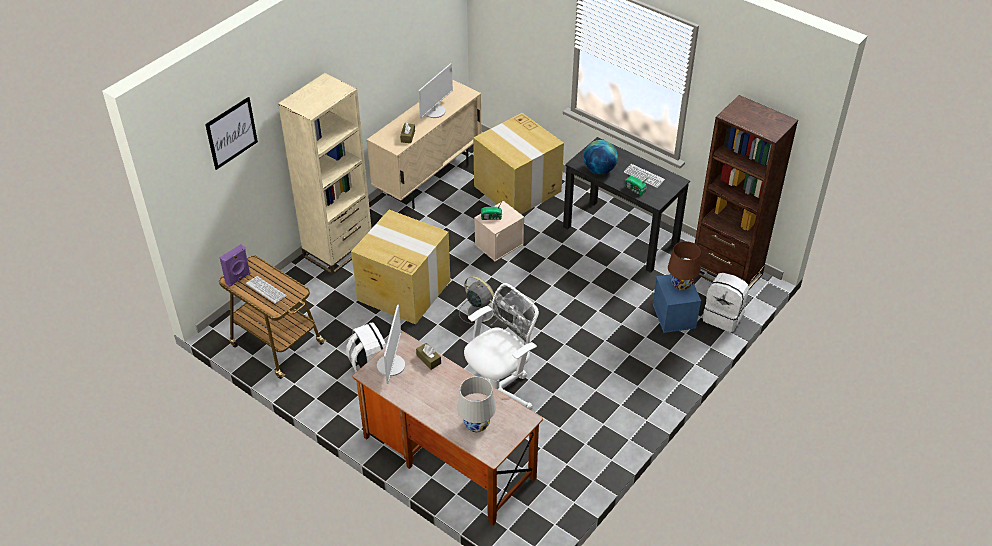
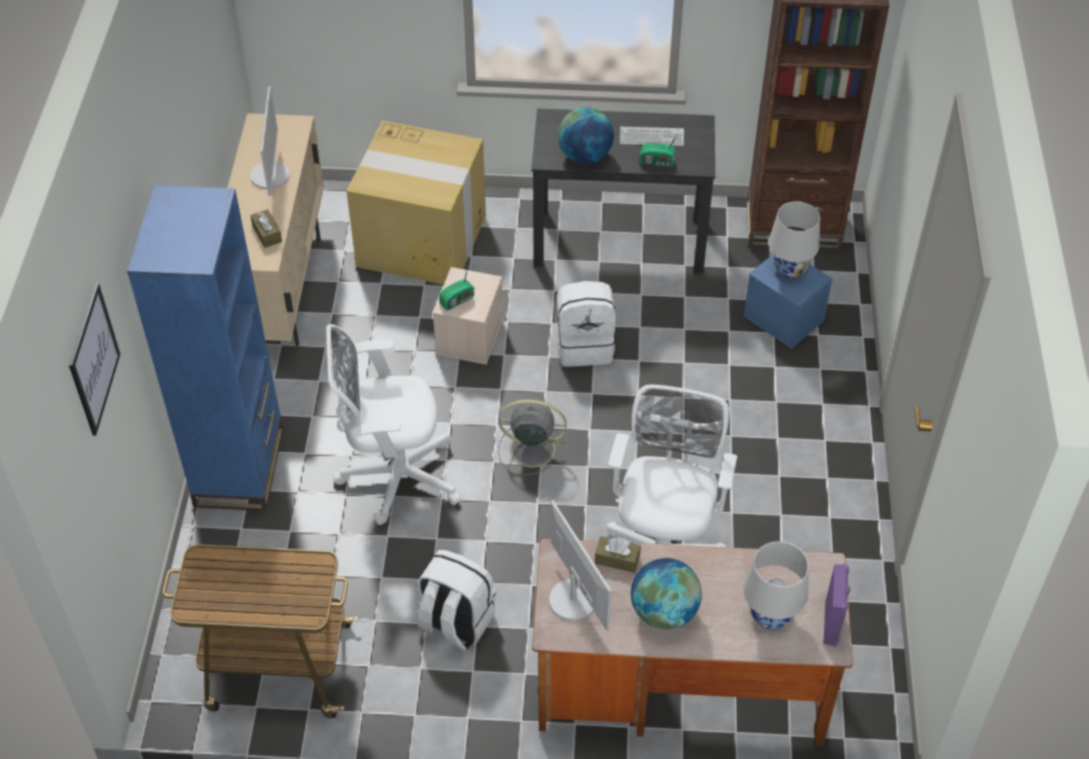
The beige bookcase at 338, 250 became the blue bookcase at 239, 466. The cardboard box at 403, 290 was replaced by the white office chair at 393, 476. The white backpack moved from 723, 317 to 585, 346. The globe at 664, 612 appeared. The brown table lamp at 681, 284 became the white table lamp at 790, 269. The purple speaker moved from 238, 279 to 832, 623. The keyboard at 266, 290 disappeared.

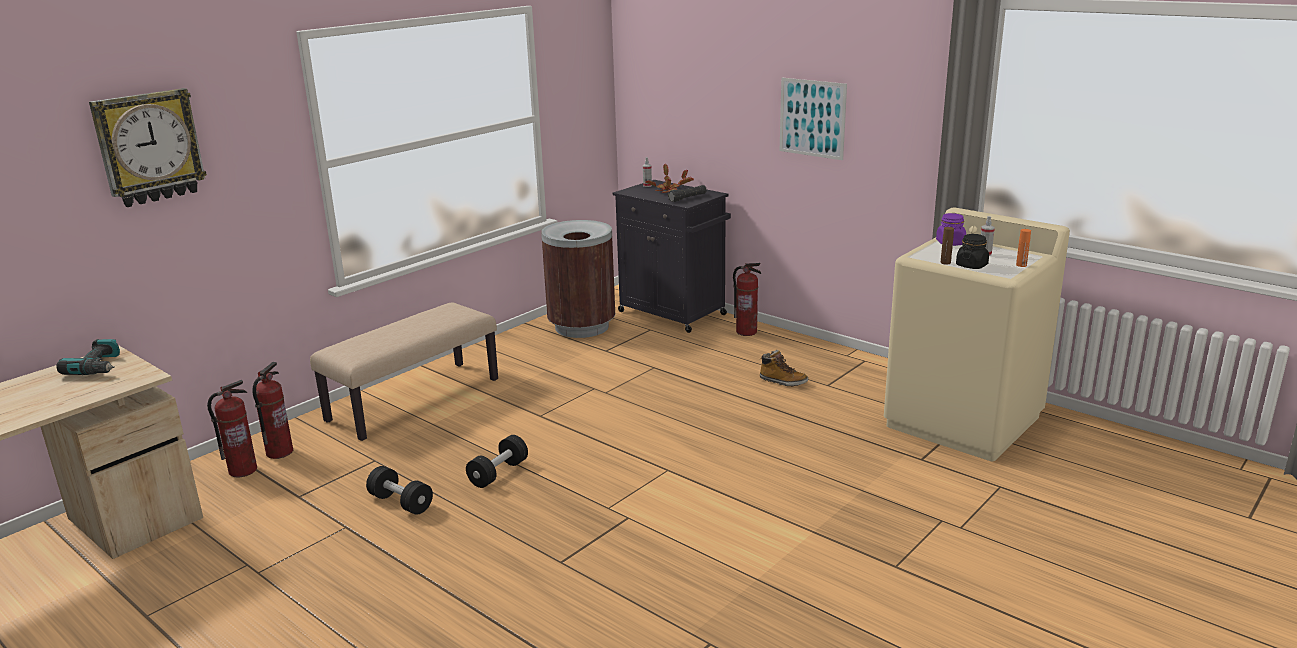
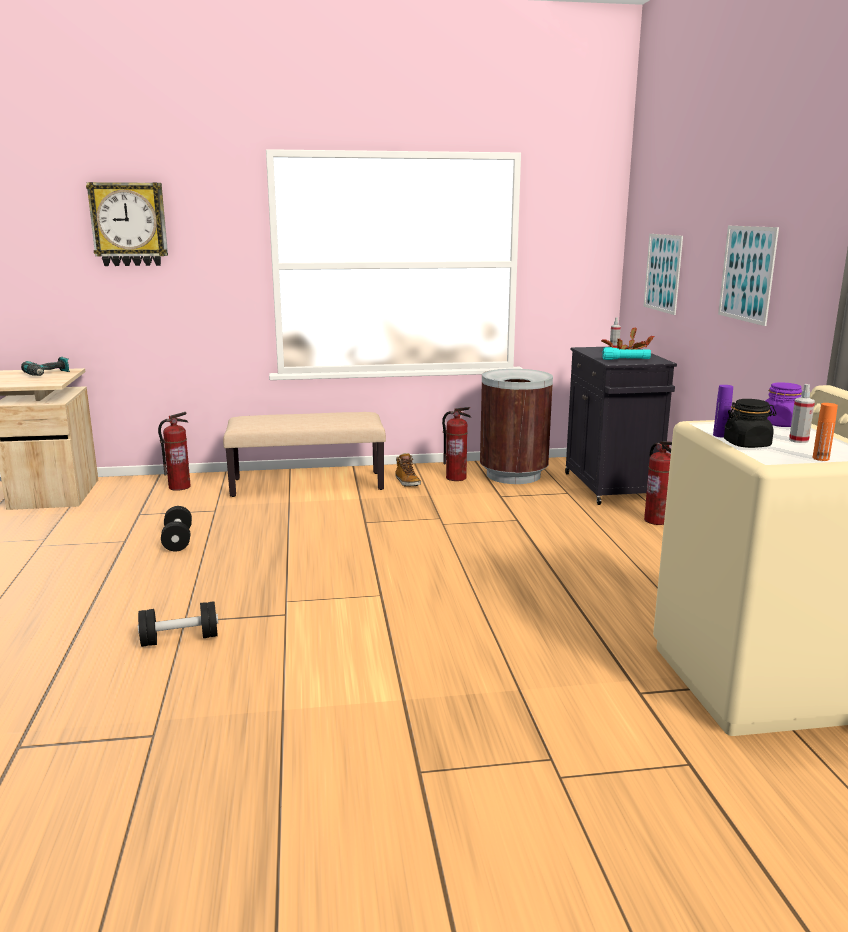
The black dumbbell moved from 498, 473 to 180, 639. The boot moved from 782, 381 to 407, 482. The fire extinguisher moved from 243, 470 to 456, 478. The black flashlight at 687, 198 became the turquoise flashlight at 626, 360. The picture at 662, 273 appeared. The brown bottle at 945, 262 became the purple bottle at 720, 435.

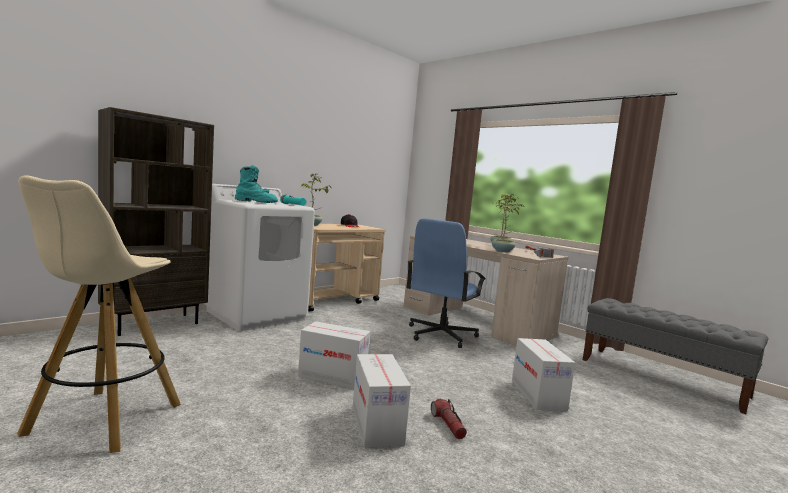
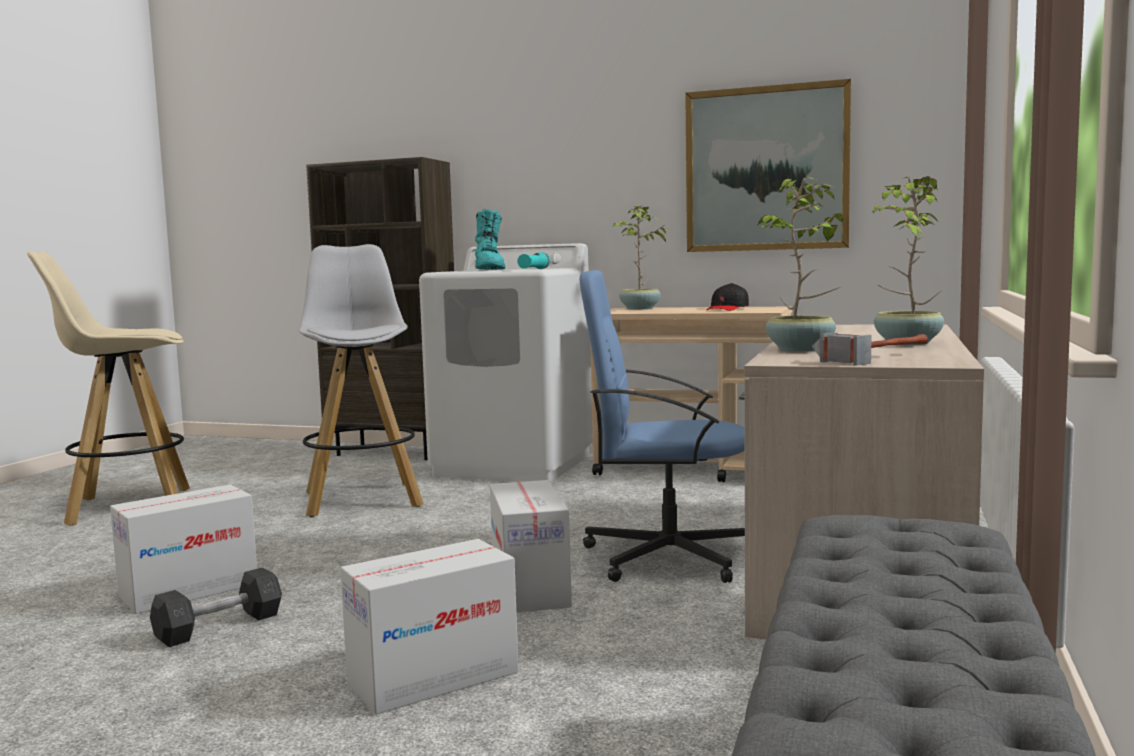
The flashlight at 448, 425 was replaced by the grey dumbbell at 219, 627. The white stool at 362, 499 appeared. The cardboard box moved from 332, 376 to 530, 588. The picture at 766, 169 appeared.

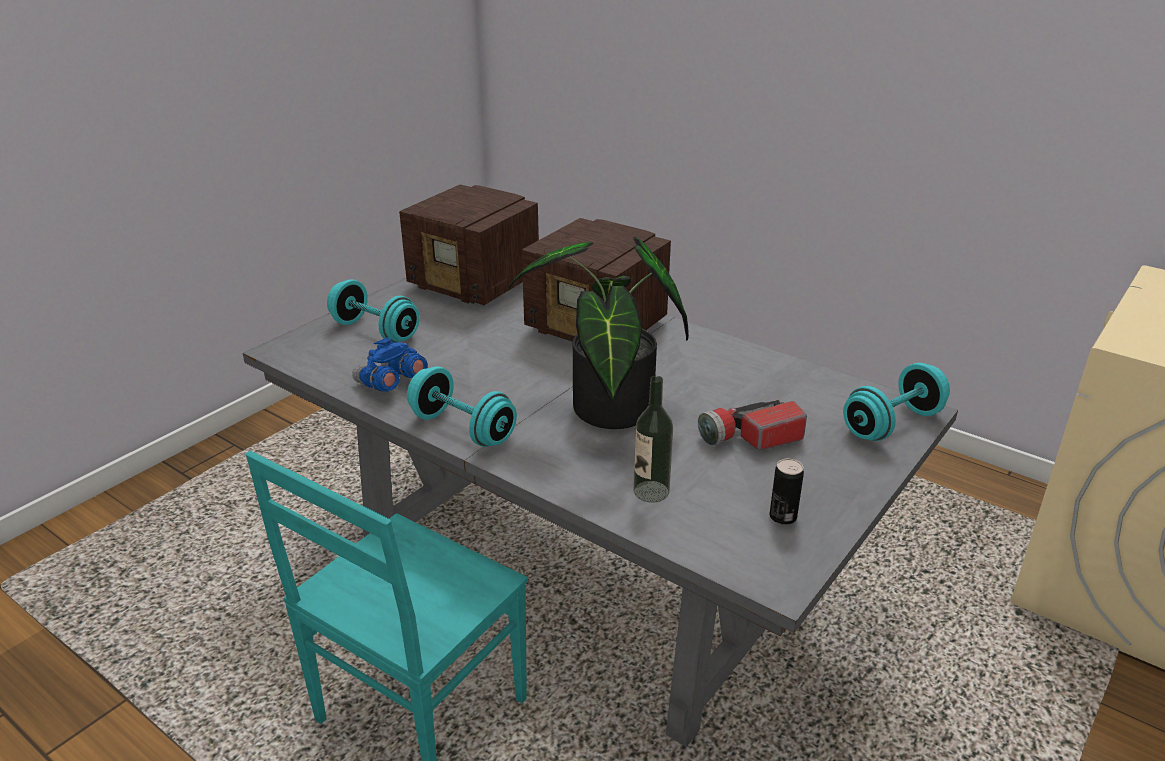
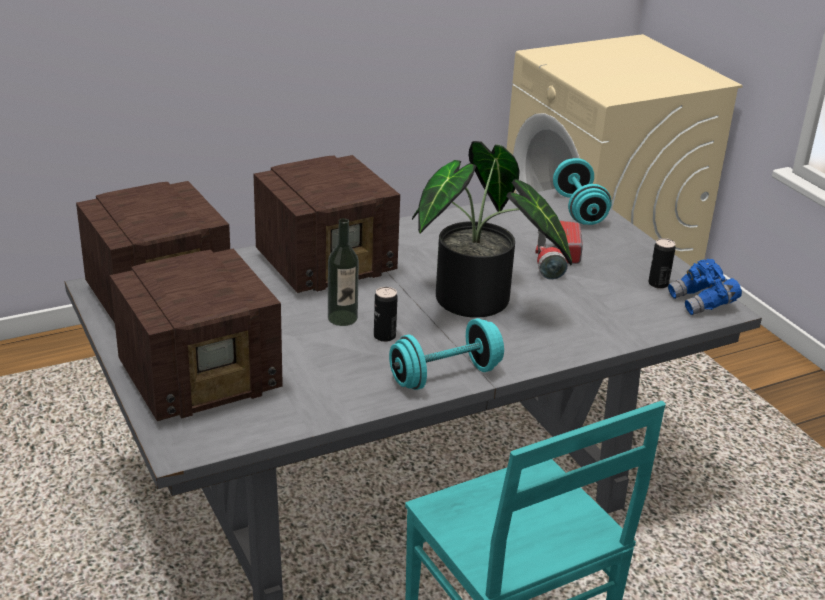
The turquoise dumbbell at 375, 331 was replaced by the radio at 203, 380. The bottle moved from 651, 491 to 342, 318. The can at 384, 336 appeared. The blue binoculars moved from 390, 384 to 702, 302.

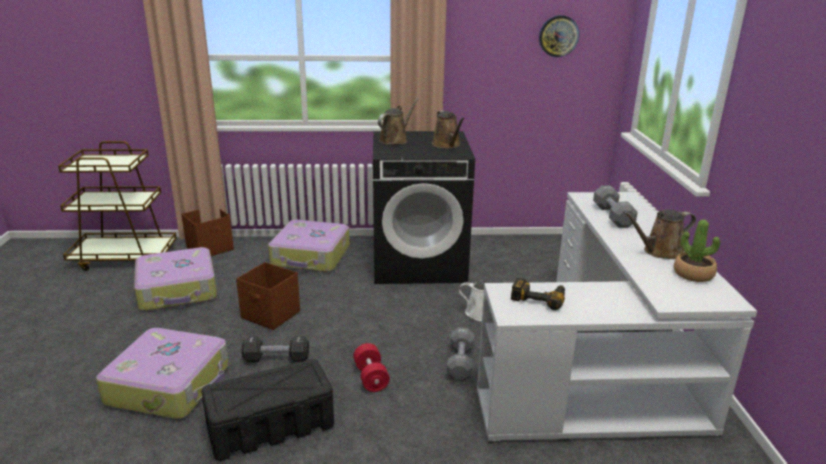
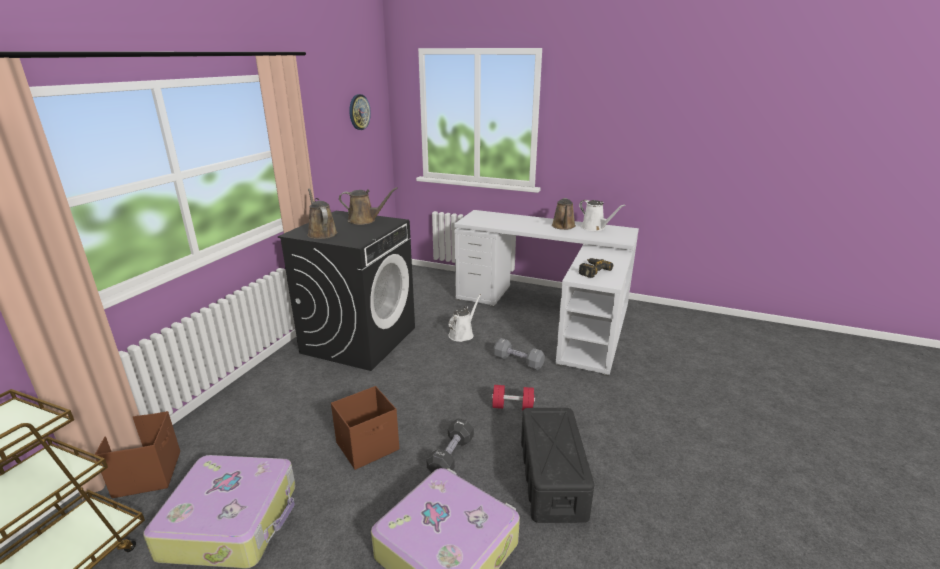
The potted plant at 693, 274 was replaced by the white watering can at 595, 228. The suitcase at 311, 256 disappeared. The grey dumbbell at 612, 216 disappeared.

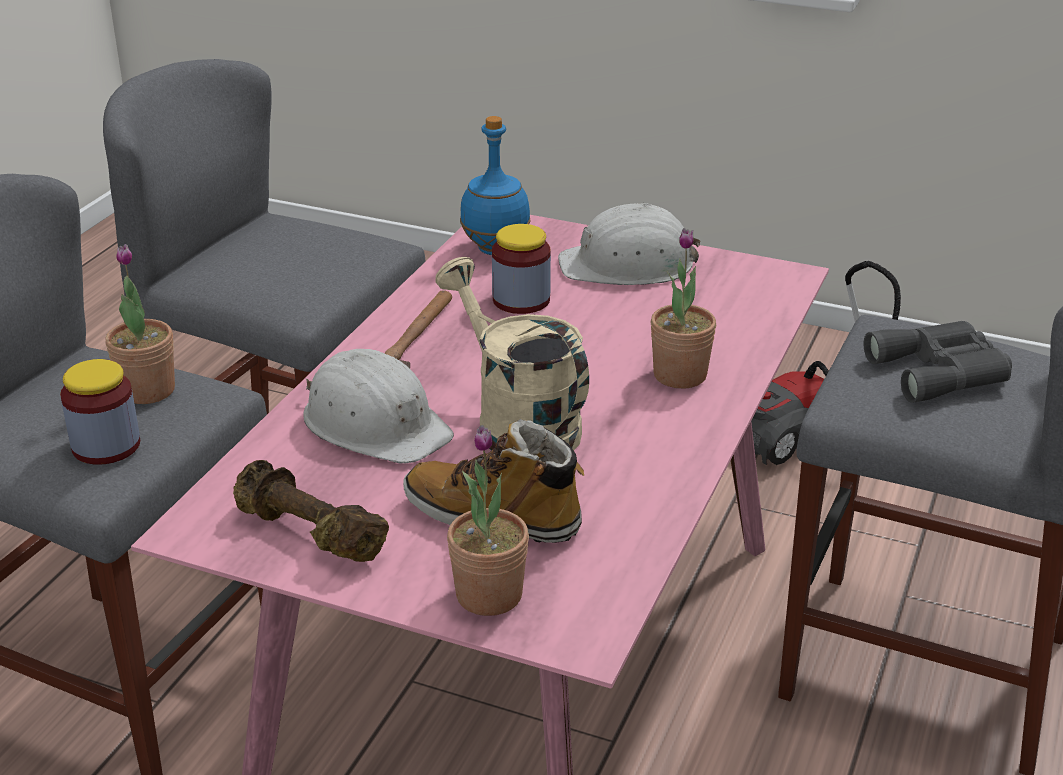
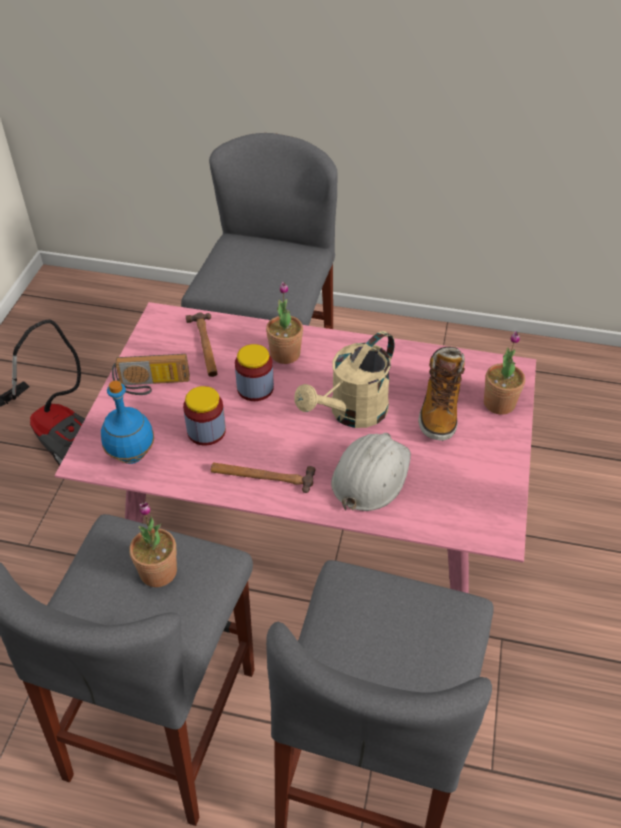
The white hard hat at 628, 265 was replaced by the radio at 152, 385. The potted plant moved from 148, 390 to 158, 571. The hammer at 205, 346 appeared. The jar moved from 106, 446 to 255, 388. The brown dumbbell at 307, 534 disappeared. The grey binoculars at 942, 371 disappeared.

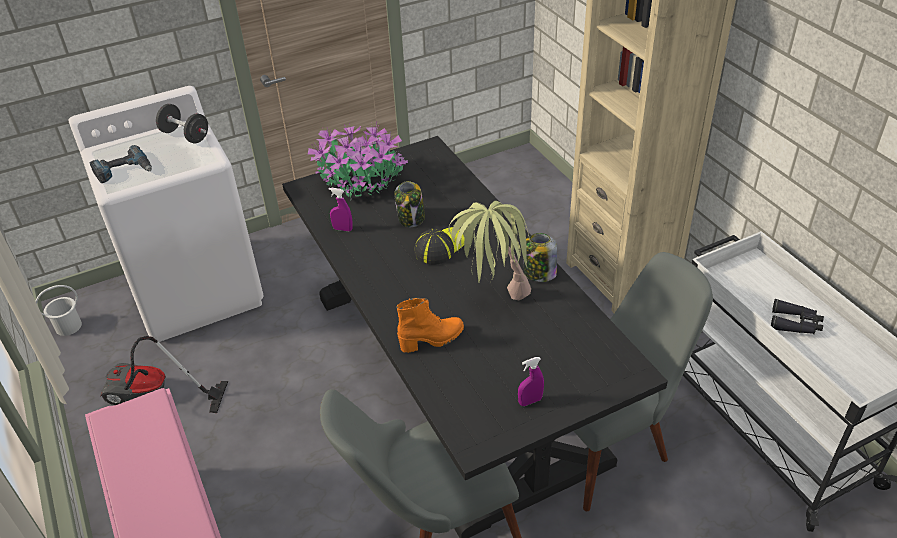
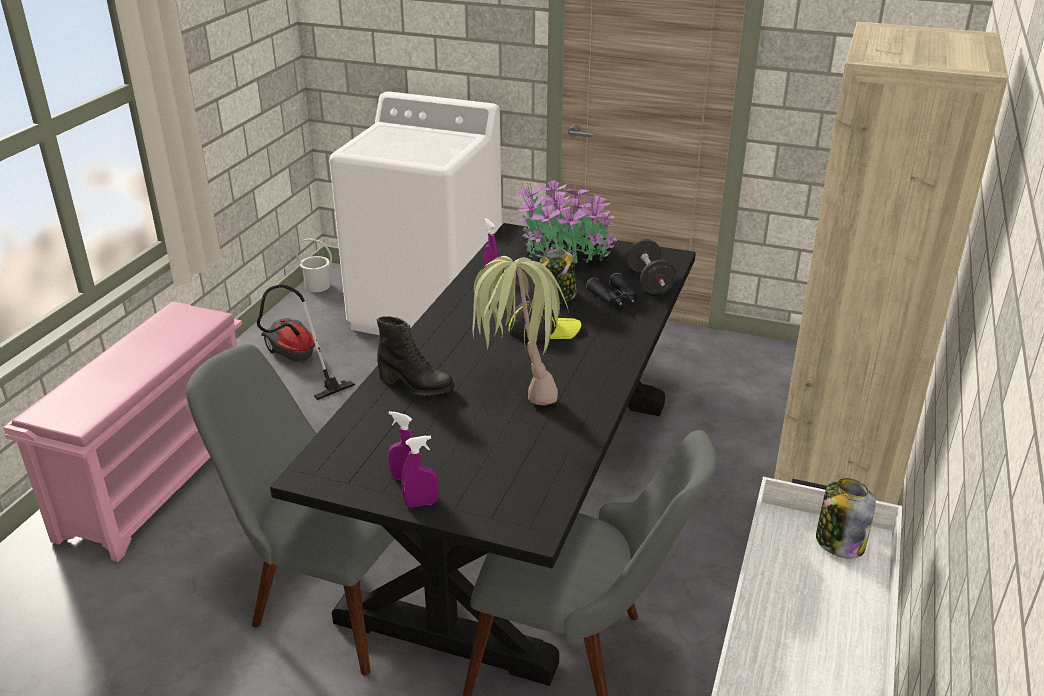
The orange boot at 432, 340 became the black boot at 415, 385. The purple spray bottle at 421, 503 appeared. The black binoculars moved from 795, 324 to 614, 298. The black dumbbell moved from 185, 136 to 649, 282. The jar moved from 539, 273 to 839, 542. The power drill at 123, 171 disappeared.

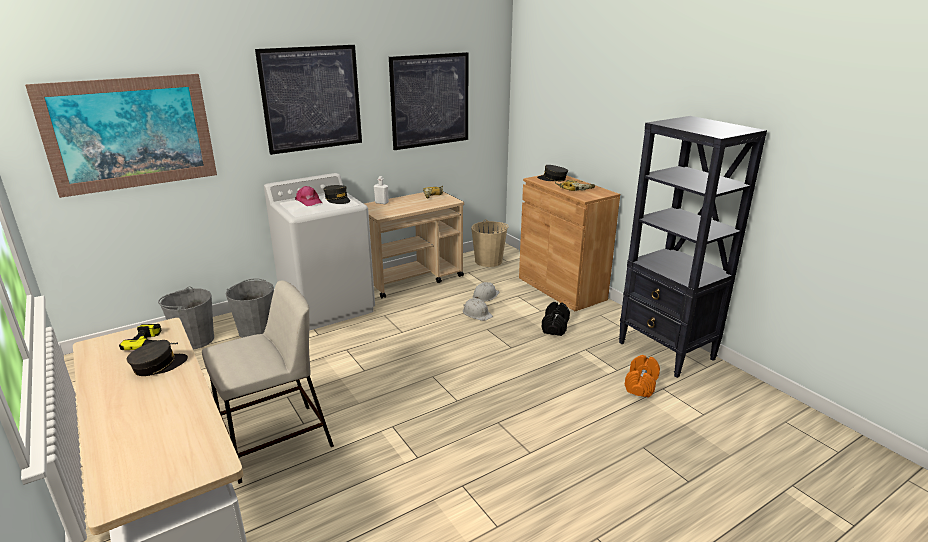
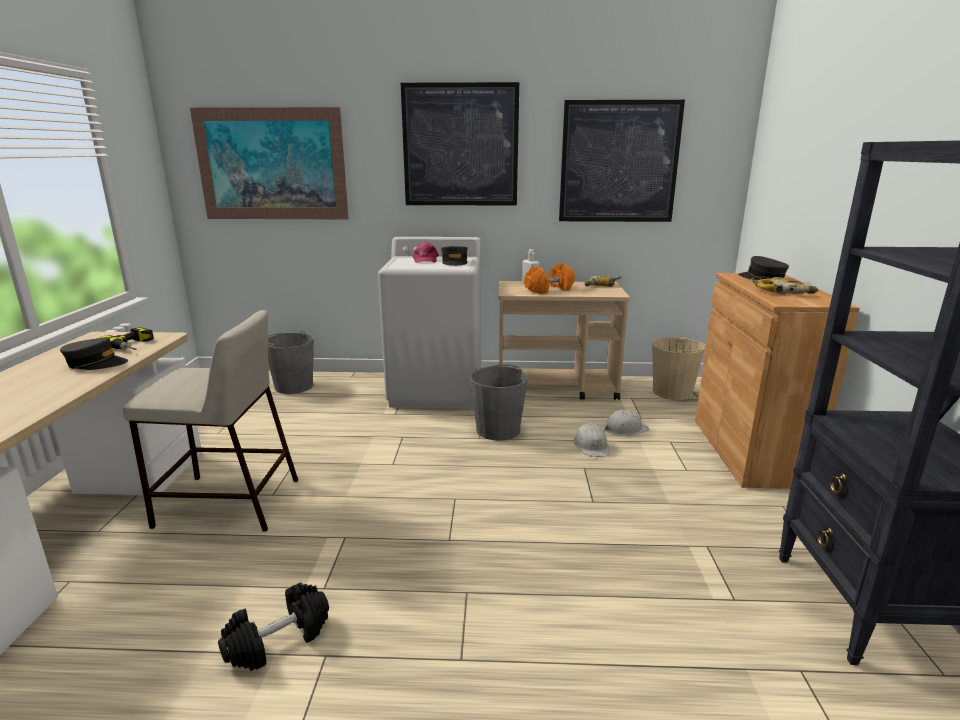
The black dumbbell moved from 555, 327 to 278, 641. The grey bucket moved from 256, 330 to 498, 429. The orange dumbbell moved from 640, 384 to 549, 289.

